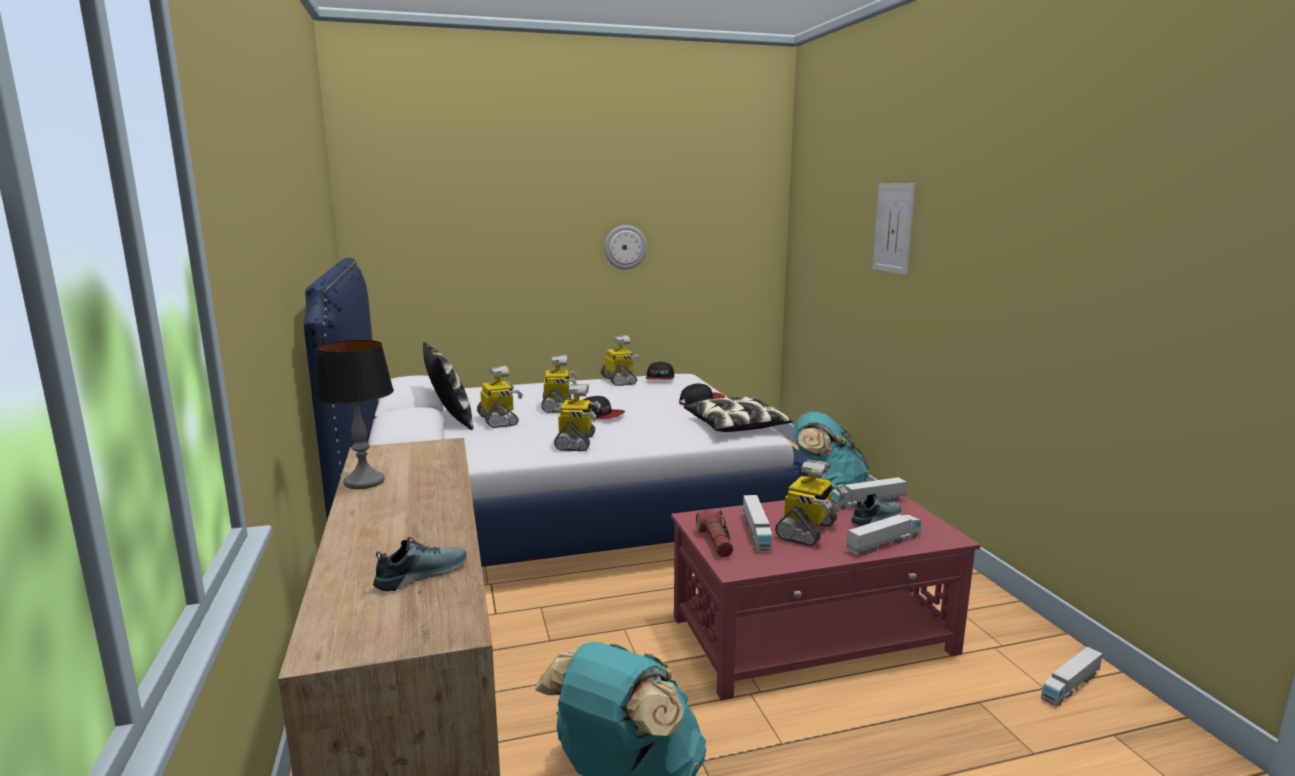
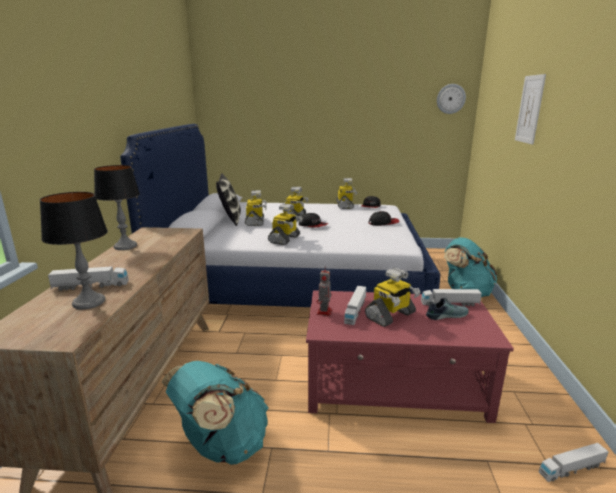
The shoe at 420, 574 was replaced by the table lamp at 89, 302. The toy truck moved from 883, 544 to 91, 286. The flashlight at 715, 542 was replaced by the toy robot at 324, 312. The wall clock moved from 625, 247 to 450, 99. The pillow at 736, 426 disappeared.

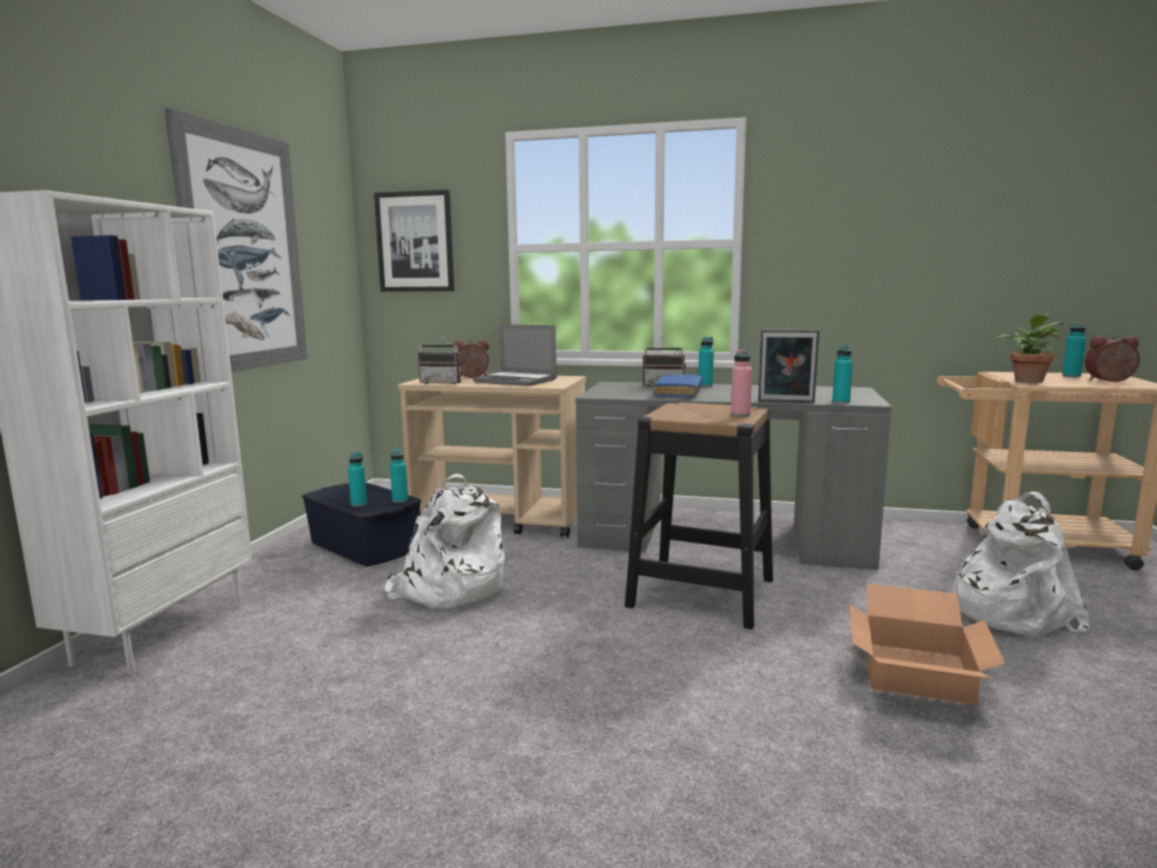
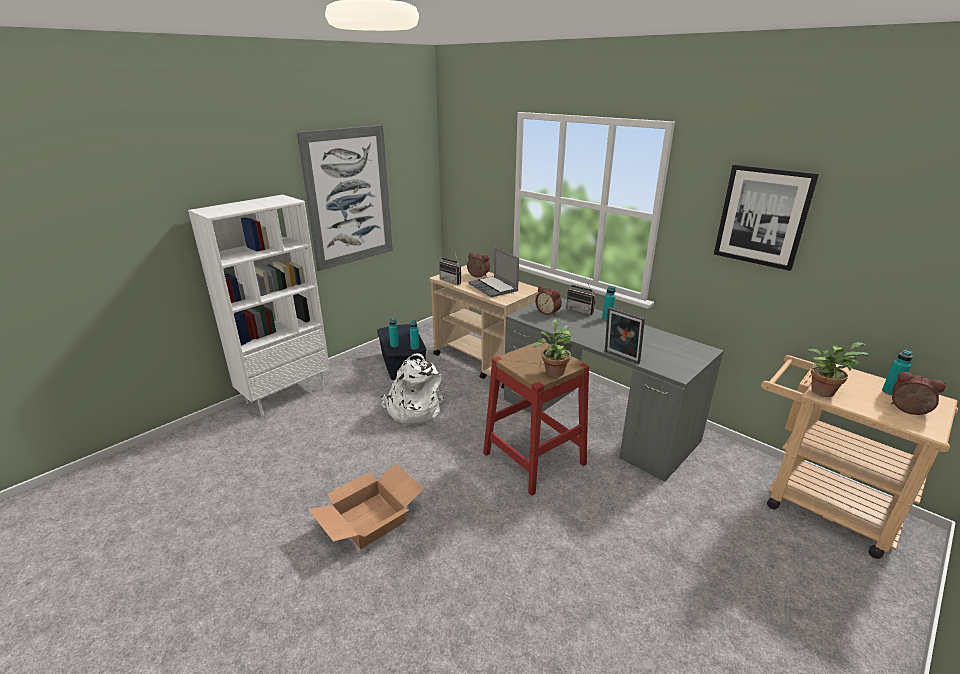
The cardboard box moved from 914, 670 to 370, 519. The black stool at 701, 592 became the red stool at 534, 458. The pink bottle at 740, 415 was replaced by the potted plant at 553, 371. The alarm clock at 548, 312 appeared. The picture moved from 415, 242 to 762, 216. The blue book at 678, 393 disappeared. The turquoise bottle at 841, 402 disappeared. The white backpack at 1007, 611 disappeared.

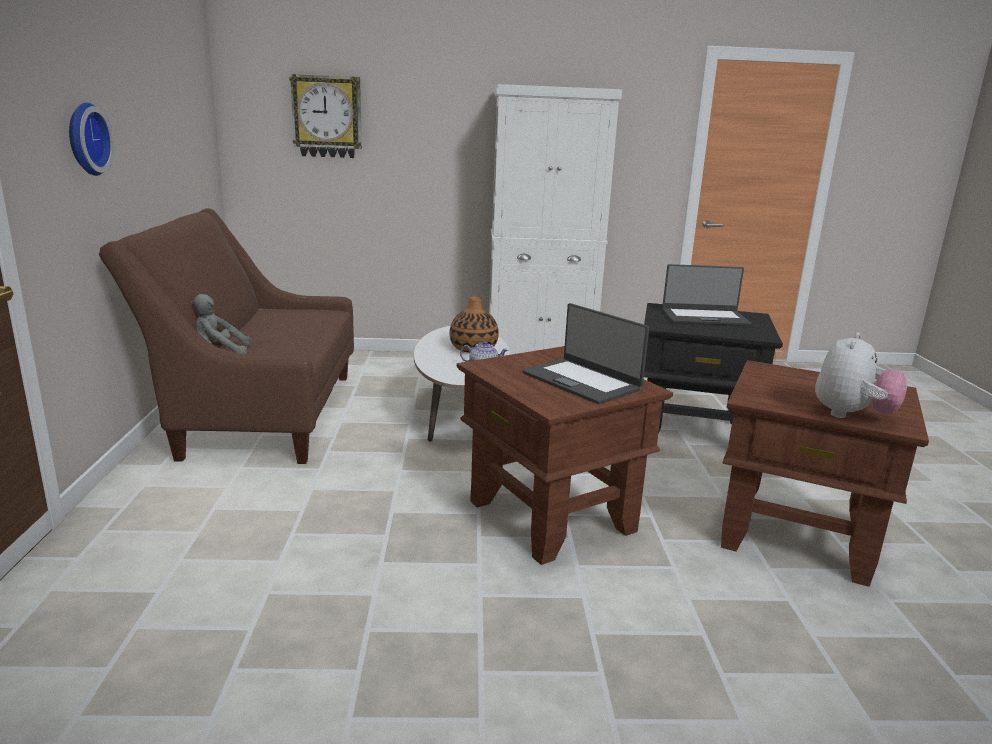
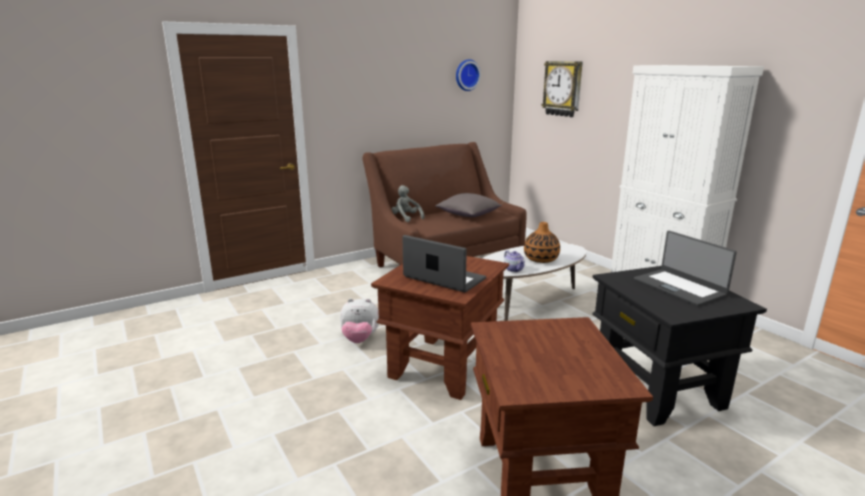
The plush toy moved from 851, 415 to 360, 339. The laptop at 582, 381 turned 105 degrees clockwise. The grey pillow at 468, 215 appeared. The wall clock moved from 85, 139 to 466, 75.

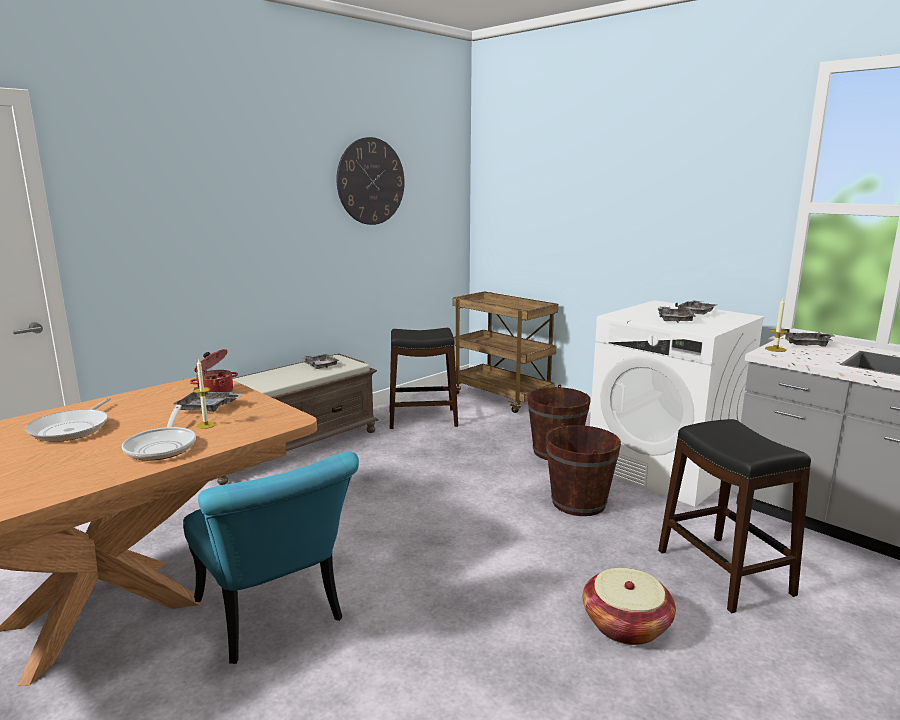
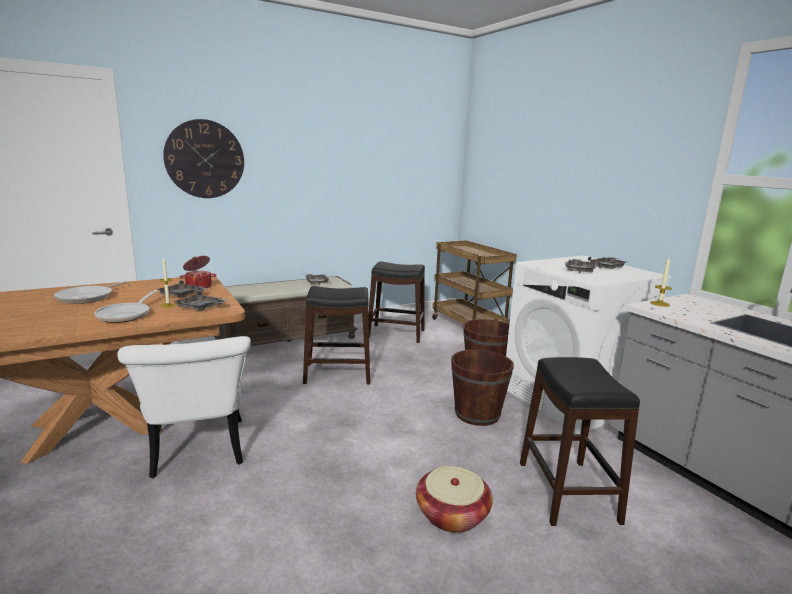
The turquoise chair at 275, 619 became the white chair at 198, 454. The wall clock moved from 371, 181 to 205, 159. The grey tray moved from 808, 345 to 200, 308. The black stool at 337, 373 appeared.

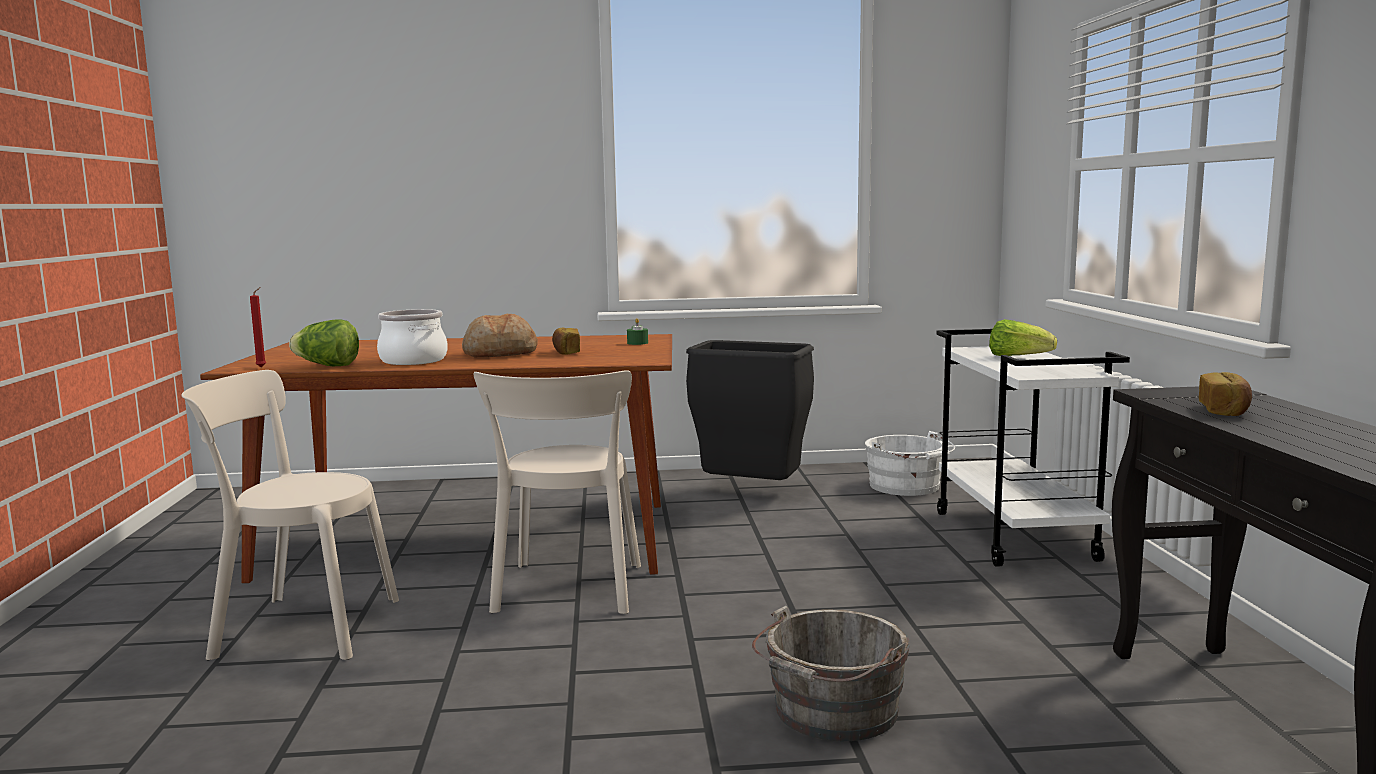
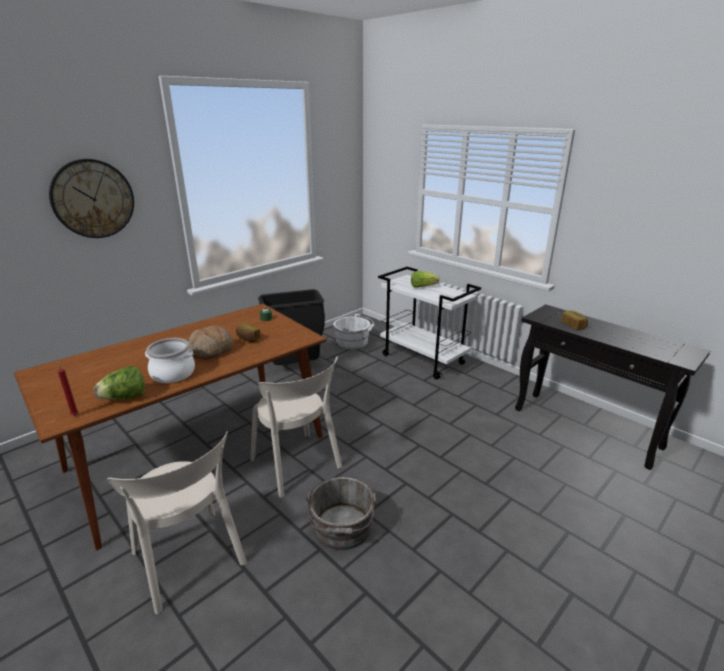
The wall clock at 93, 199 appeared. The beige chair at 299, 627 turned 90 degrees counterclockwise. The grey bucket moved from 831, 713 to 342, 530.

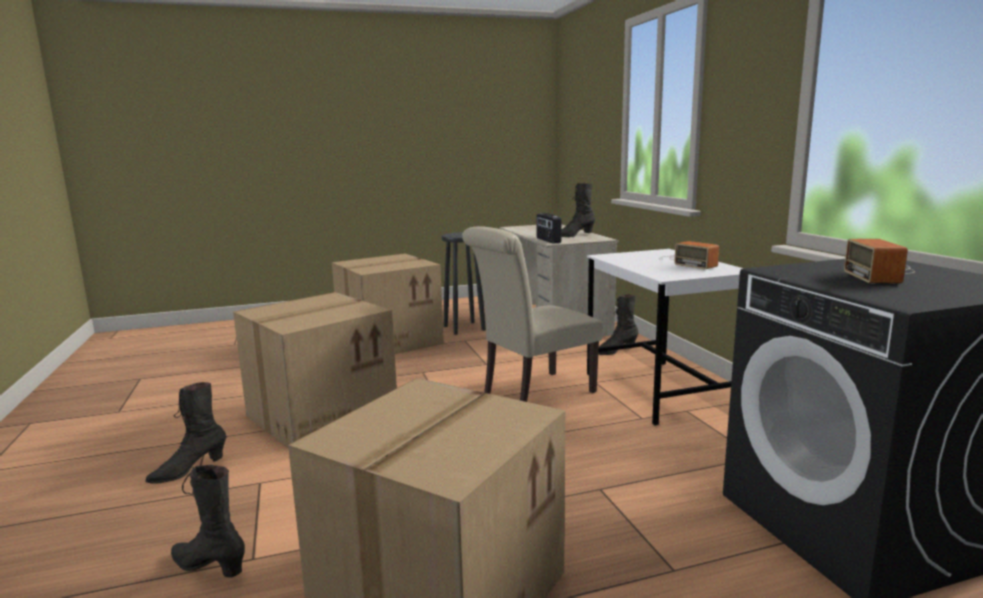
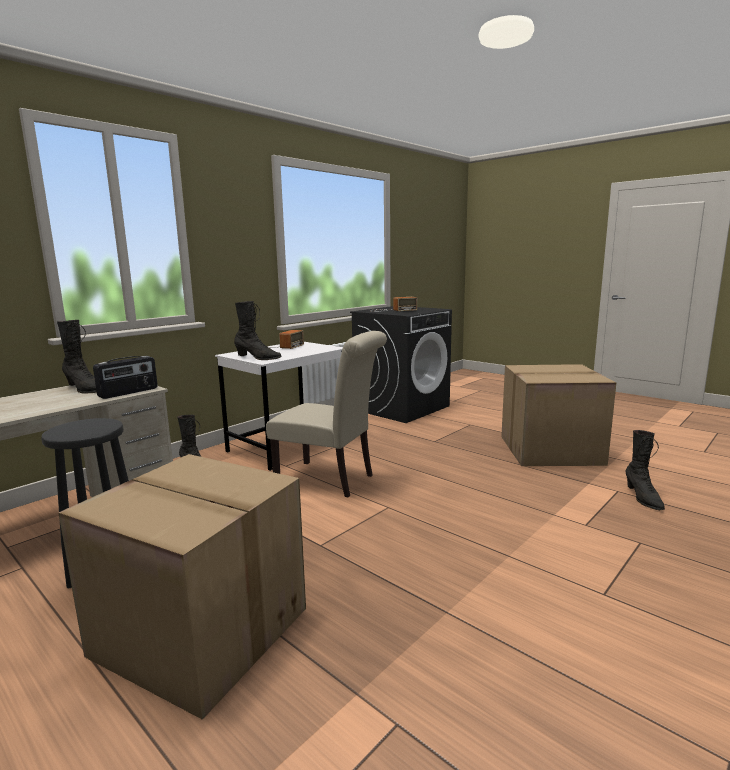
The black boot moved from 188, 470 to 258, 358. The cardboard box at 322, 414 disappeared.

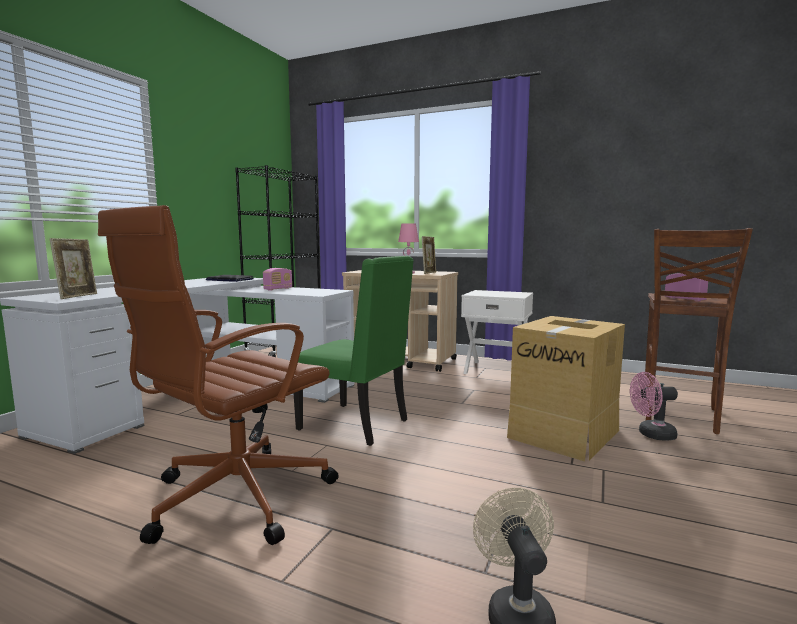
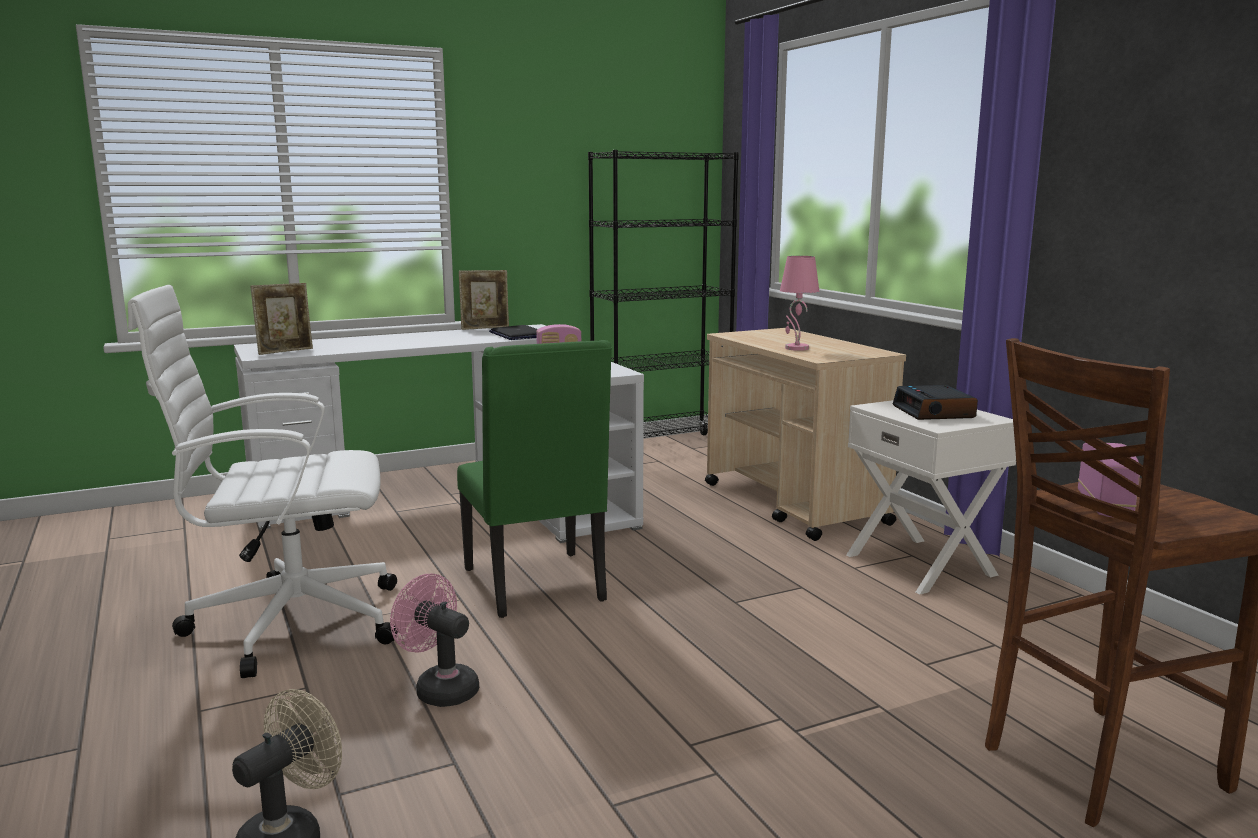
The brown office chair at 234, 499 became the white office chair at 289, 623. The pink fan moved from 651, 434 to 440, 688. The picture frame moved from 429, 273 to 485, 328. The alarm clock at 934, 412 appeared. The cardboard box at 564, 433 disappeared.

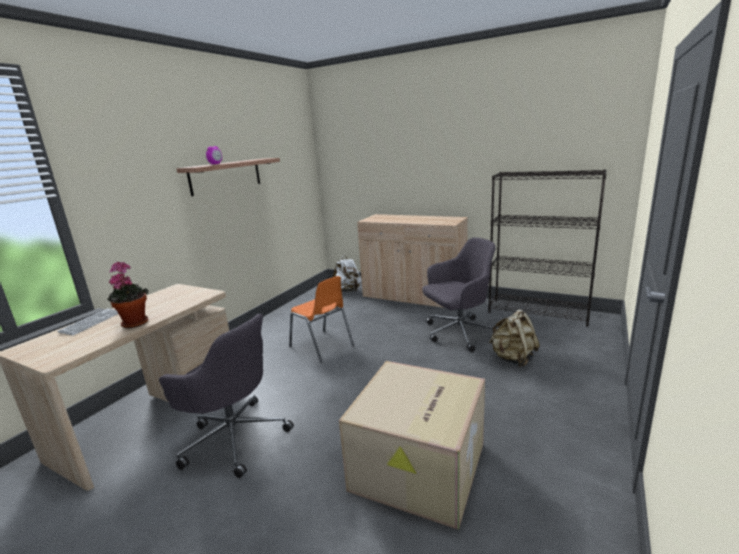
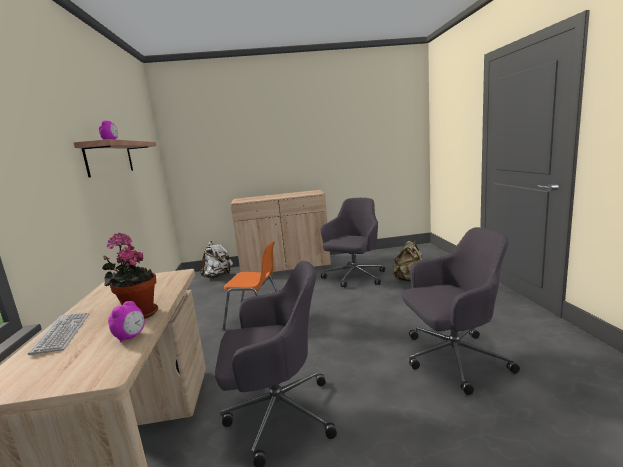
The alarm clock at 131, 337 appeared. The cardboard box at 419, 468 was replaced by the grey office chair at 452, 359. The black bookcase at 538, 312 disappeared.

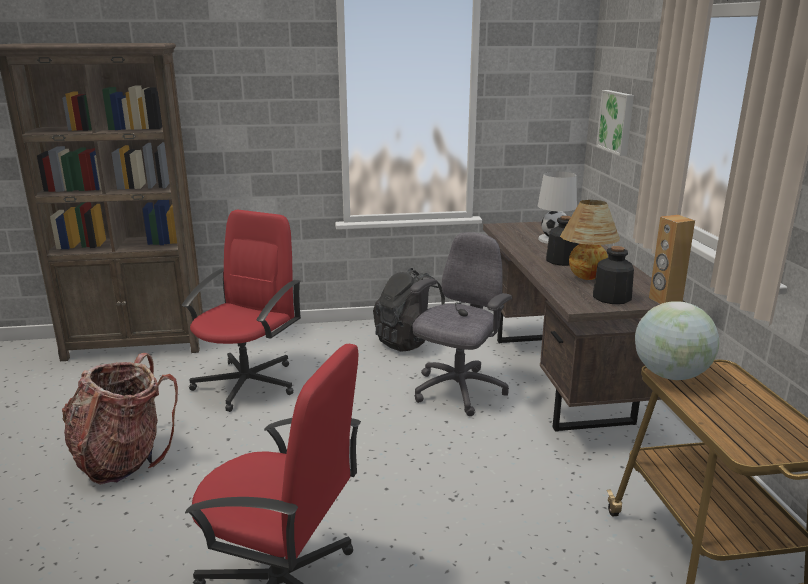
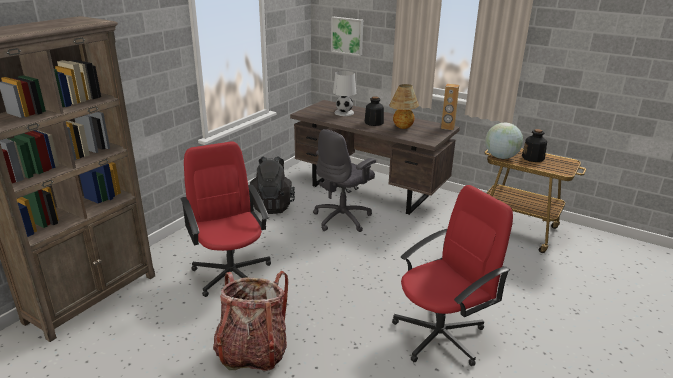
The grey office chair at 457, 391 turned 120 degrees counterclockwise. The bottle moved from 611, 297 to 533, 158.

